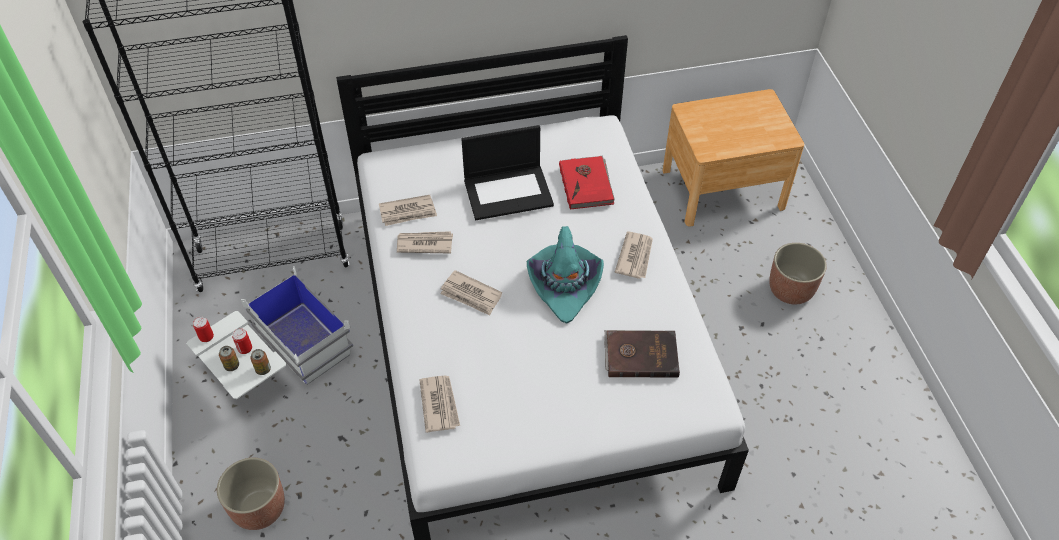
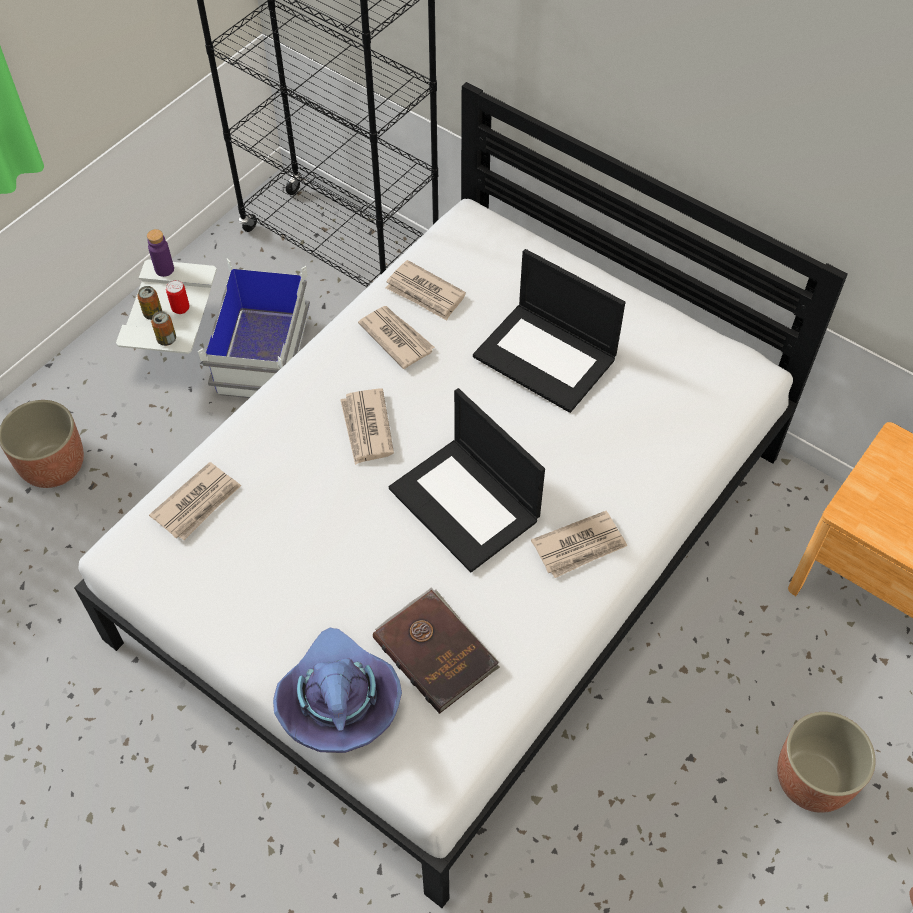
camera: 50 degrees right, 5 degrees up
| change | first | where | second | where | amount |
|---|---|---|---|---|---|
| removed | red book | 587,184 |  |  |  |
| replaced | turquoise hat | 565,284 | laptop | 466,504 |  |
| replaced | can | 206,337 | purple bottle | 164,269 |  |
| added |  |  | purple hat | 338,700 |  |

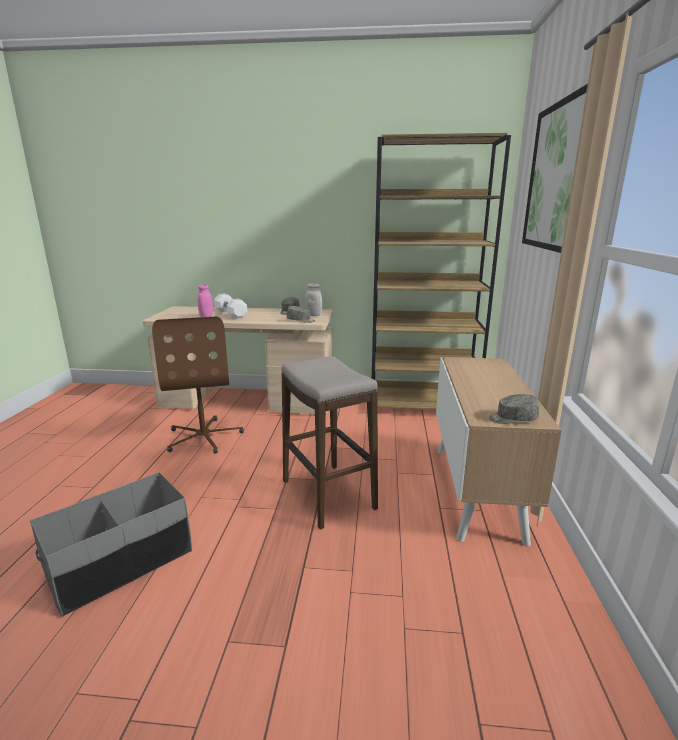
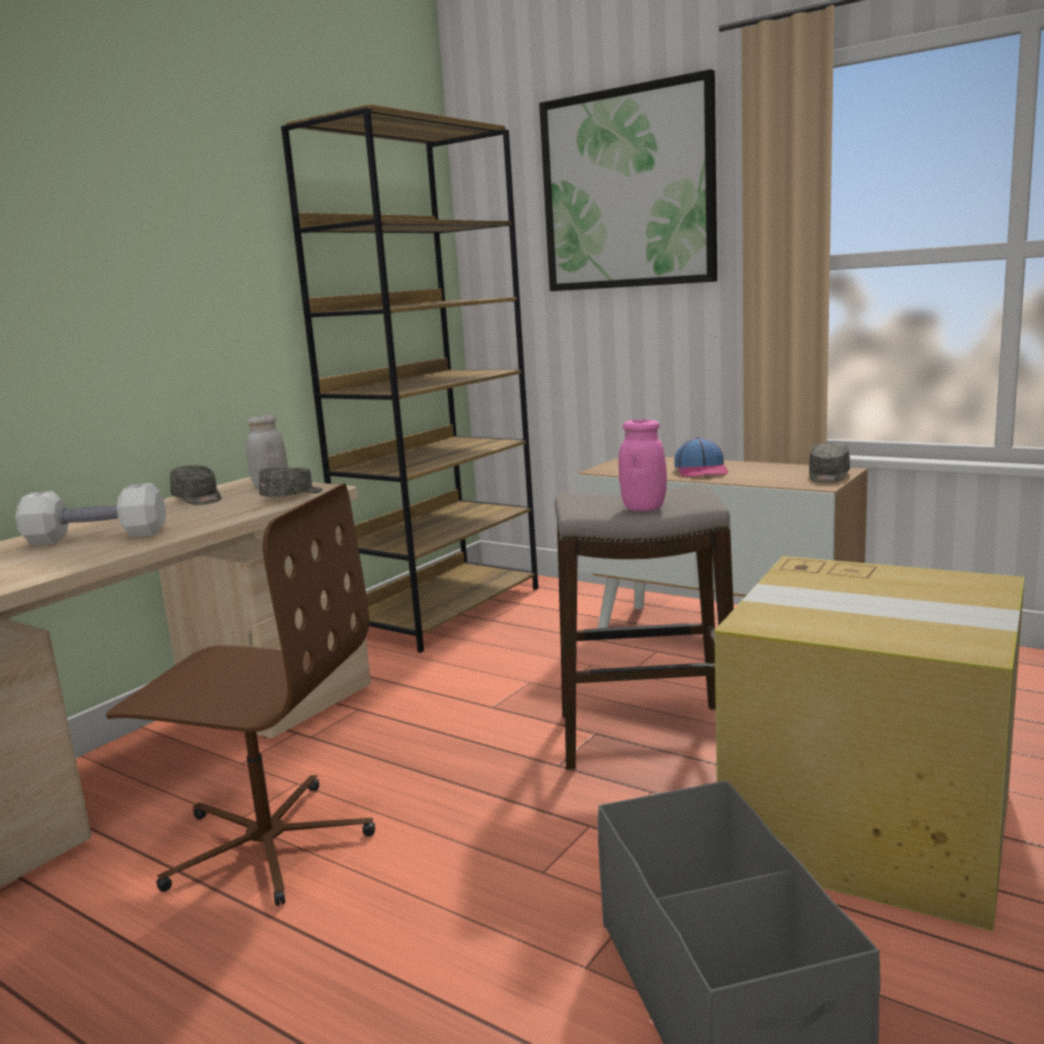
camera: 60 degrees left, 5 degrees down
| change | first | where | second | where | amount |
|---|---|---|---|---|---|
| moved | pink jar | 206,317 |  | 643,508 |  |
| added |  |  | cap | 701,471 |  |
| added |  |  | cardboard box | 873,825 |  |

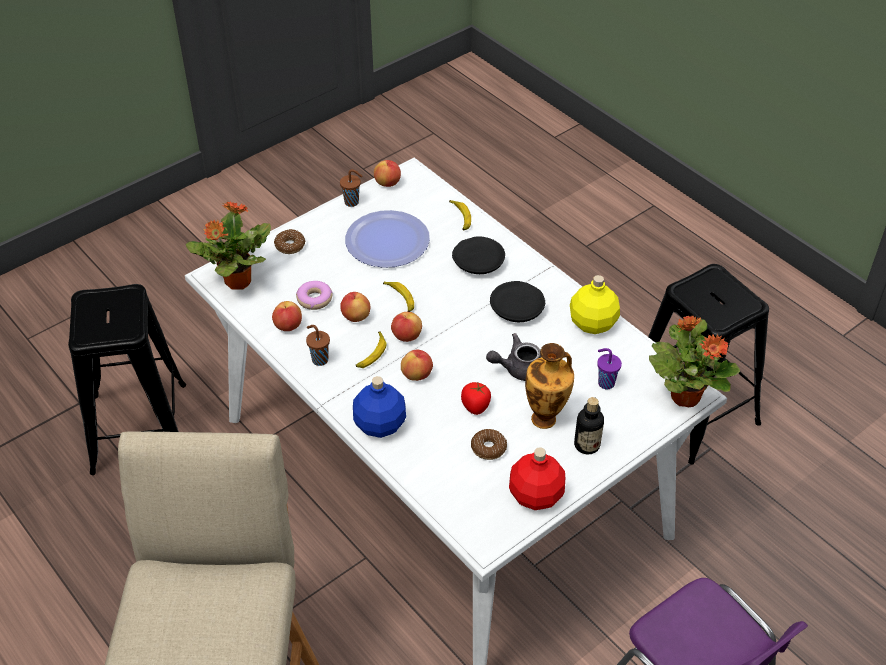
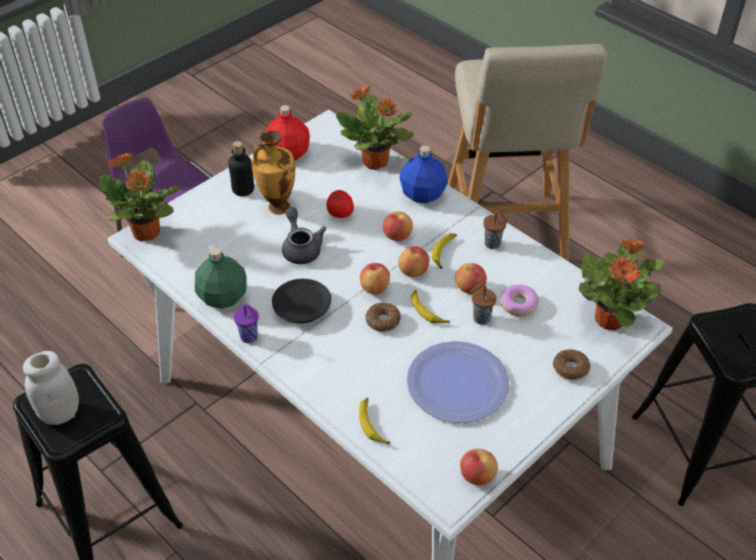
camera: 175 degrees right, 0 degrees up
| change | first | where | second | where | amount |
|---|---|---|---|---|---|
| moved | brown cup | 352,202 |  | 480,318 |  |
| removed | black plate | 478,262 |  |  |  |
| recoloured | yellow bottle | 593,323 | green bottle | 222,297 |  |
| moved | apple | 288,326 |  | 374,288 |  |
| turned | grey teapot | 518,368 |  | 301,248 | 90 degrees counterclockwise |
| moved | purple cup | 605,383 |  | 250,337 |  |
| moved | donut | 488,448 |  | 383,321 |  |
| added |  |  | potted plant | 376,162 |  |
| added |  |  | white jar | 60,413 |  |

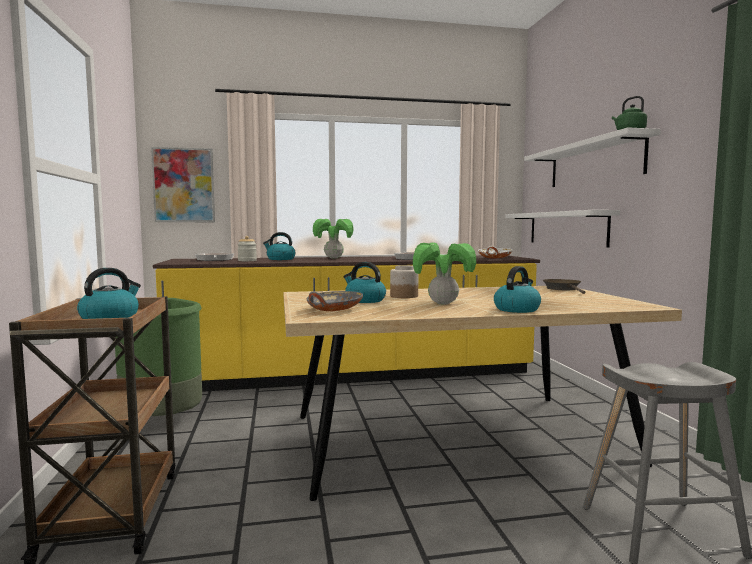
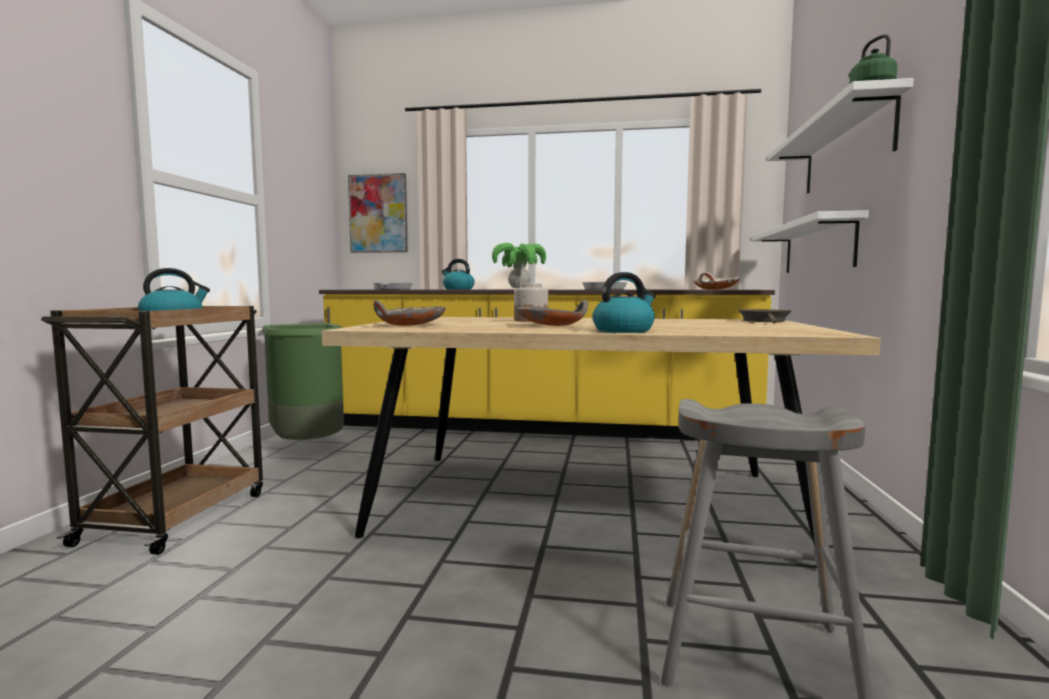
camera: 20 degrees right, 0 degrees up
| change | first | where | second | where | amount |
|---|---|---|---|---|---|
| removed | jar | 247,260 |  |  |  |
| replaced | potted plant | 443,303 | grey bowl | 552,325 |  |
| removed | kettle | 364,300 |  |  |  |

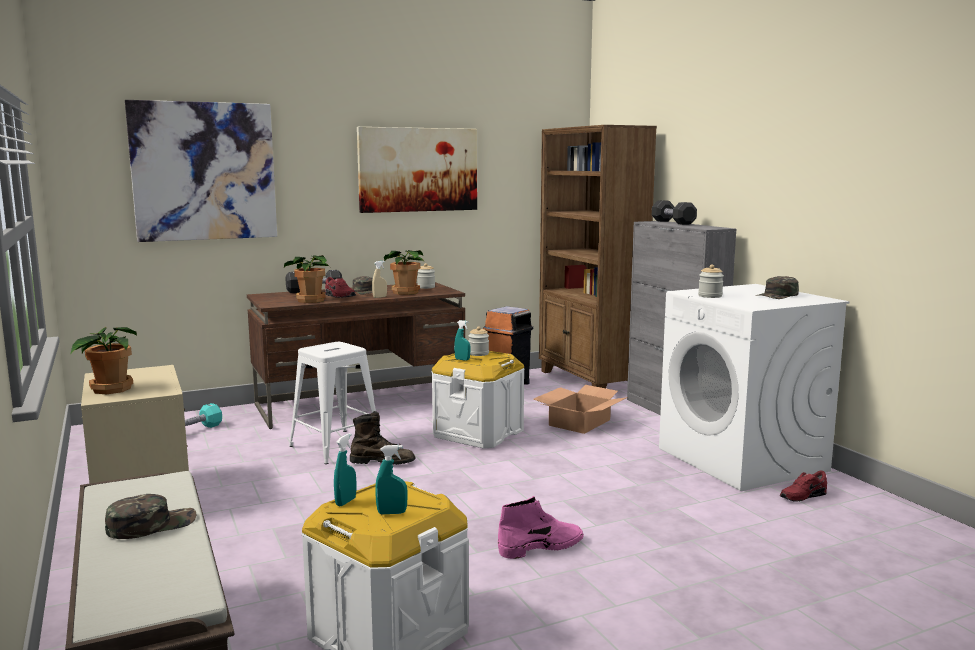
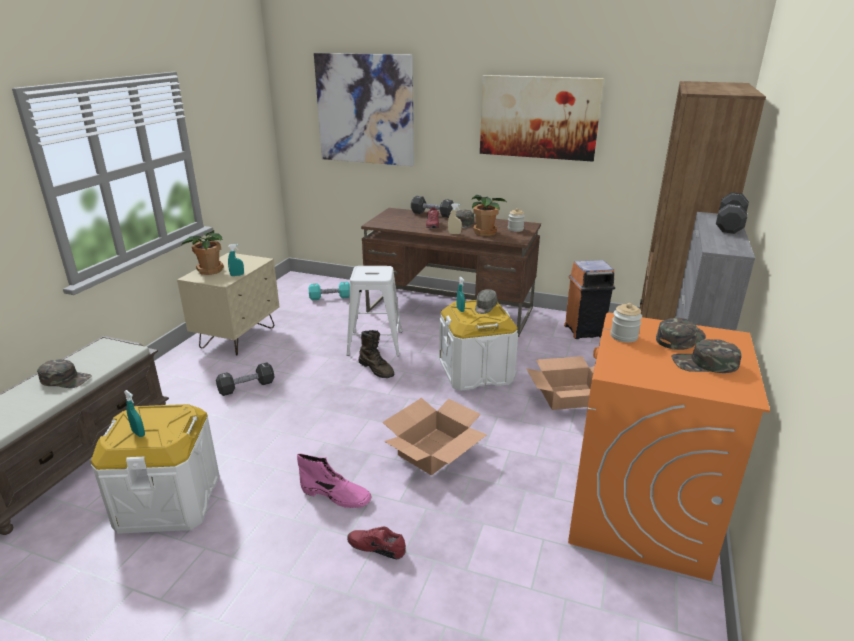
camera: 45 degrees right, 15 degrees up
| change | first | where | second | where | amount |
|---|---|---|---|---|---|
| removed | potted plant | 310,300 |  |  |  |
| recoloured | white washing machine | 743,460 | orange washing machine | 640,513 |  |
| replaced | jar | 478,354 | grey cap | 485,307 |  |
| moved | turquoise spray bottle | 345,502 |  | 237,275 |  |
| moved | red shoe | 802,496 |  | 377,547 |  |
| added |  |  | green cap | 679,338 |  |
| added |  |  | black dumbbell | 246,387 |  |
| added |  |  | cardboard box | 434,451 |  |

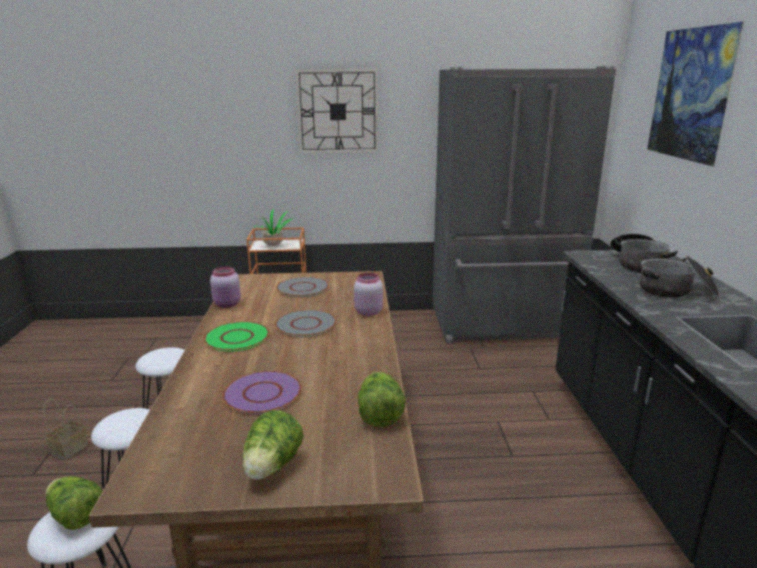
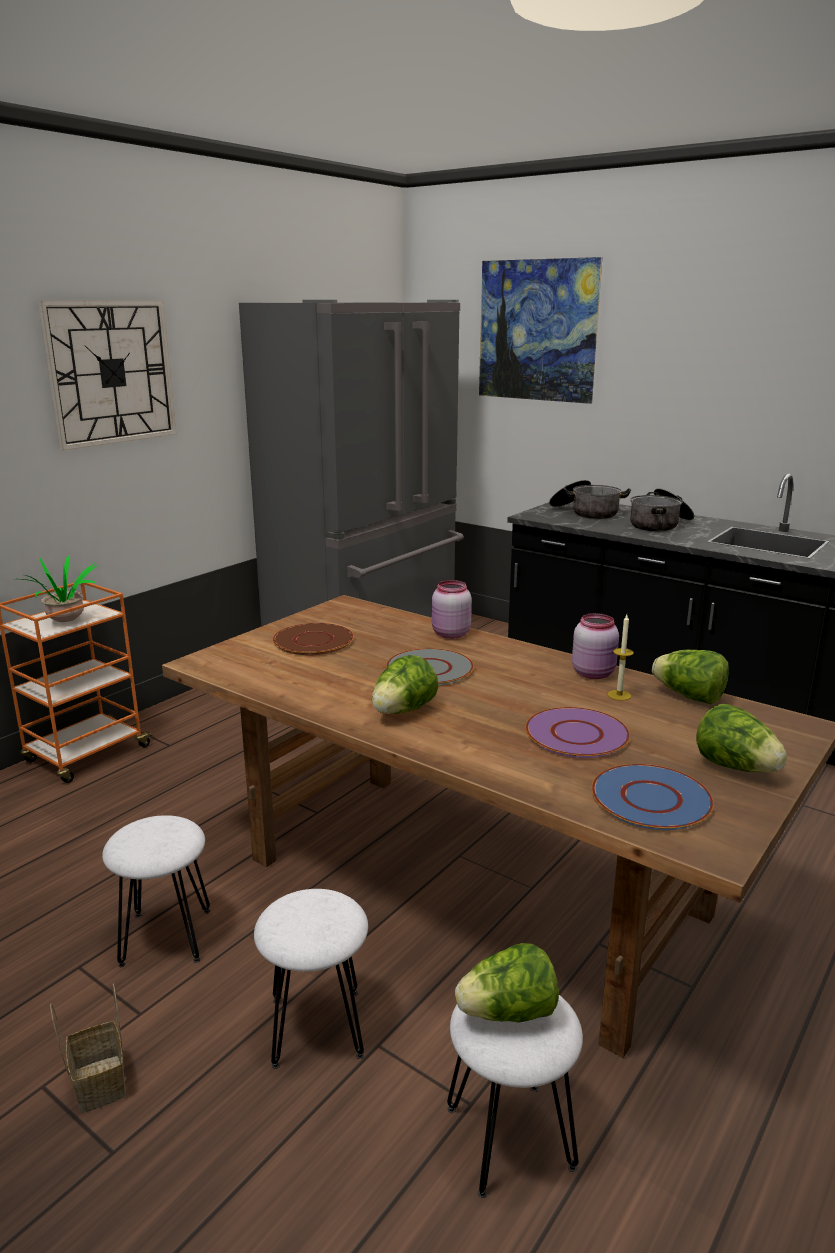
camera: 50 degrees left, 0 degrees up
| change | first | where | second | where | amount |
|---|---|---|---|---|---|
| moved | pink jar | 228,304 |  | 594,673 |  |
| recoloured | grey plate | 303,288 | brown plate | 313,640 |  |
| replaced | green plate | 237,338 | lettuce | 403,711 |  |
| added |  |  | candle | 619,695 |  |
| added |  |  | blue plate | 651,799 |  |

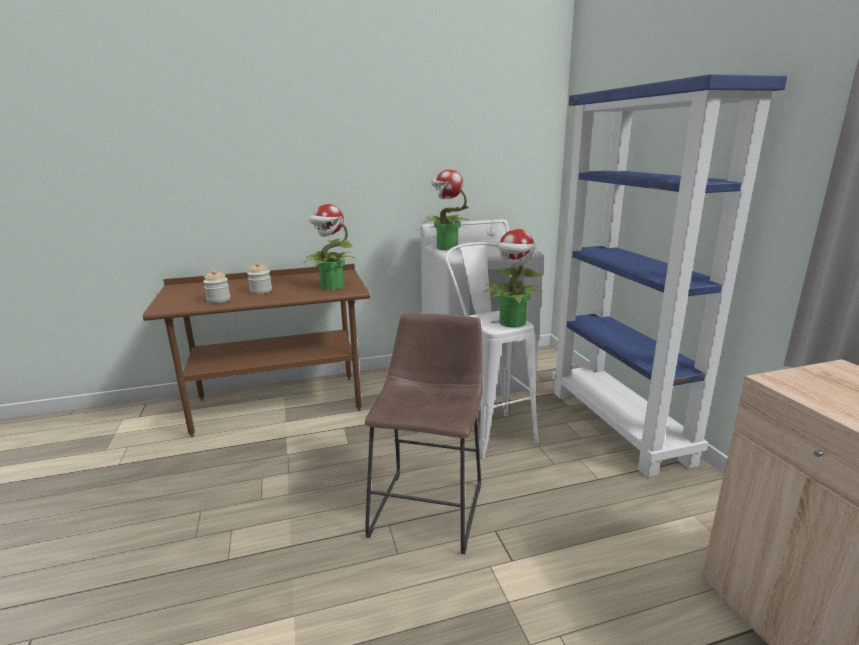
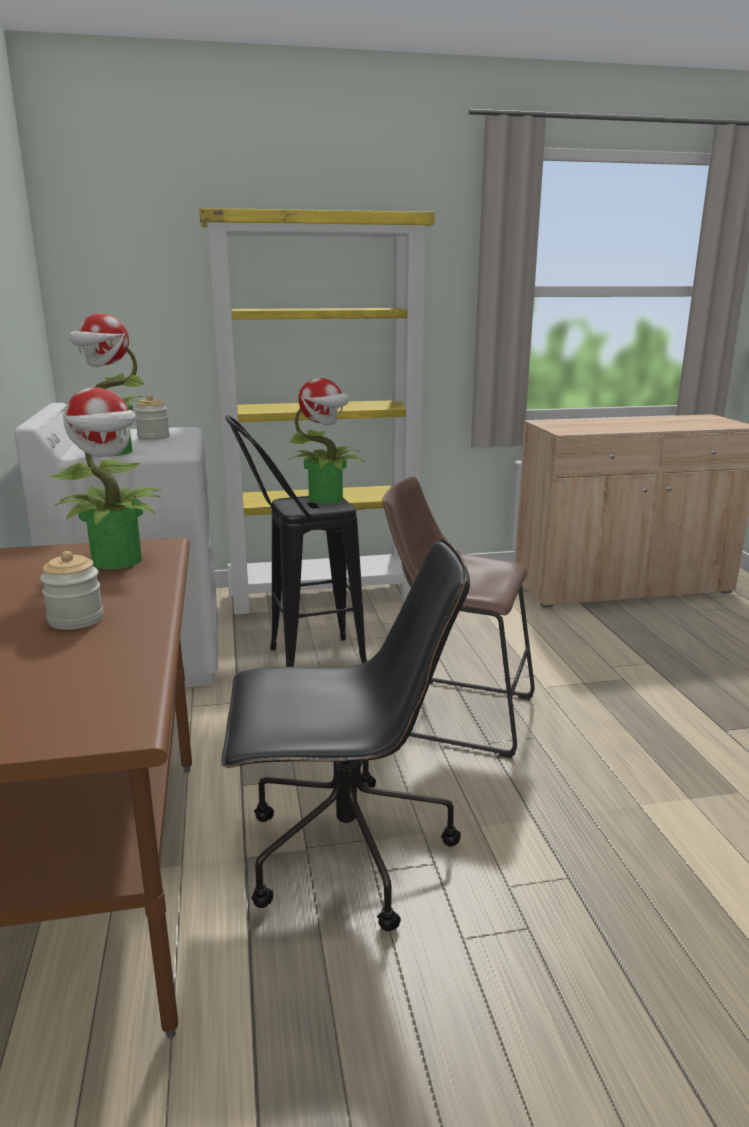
camera: 85 degrees left, 0 degrees up
| change | first | where | second | where | amount |
|---|---|---|---|---|---|
| recoloured | blue bookcase | 619,425 | yellow bookcase | 325,595 |  |
| recoloured | white stool | 488,428 | black stool | 300,663 |  |
| moved | jar | 218,300 |  | 153,437 |  |
| added |  |  | black office chair | 343,853 |  |

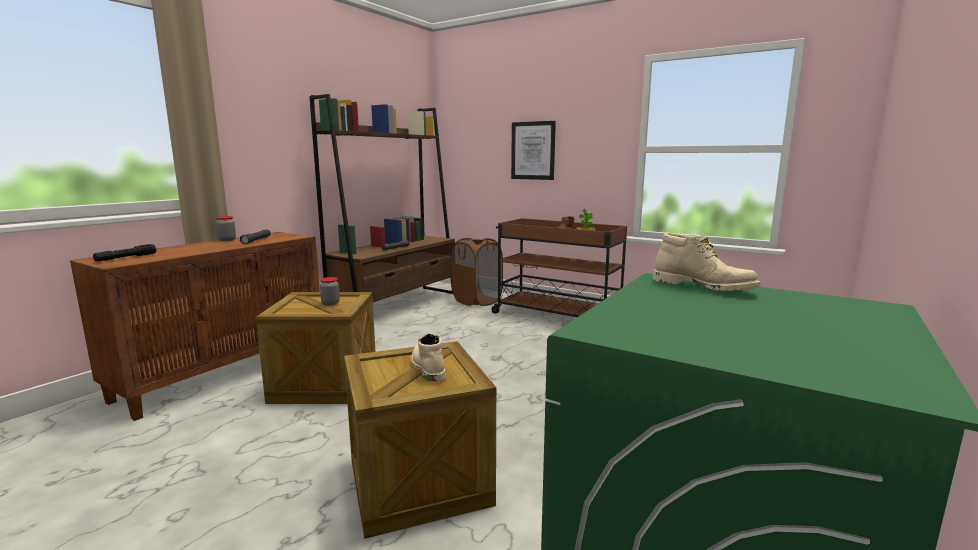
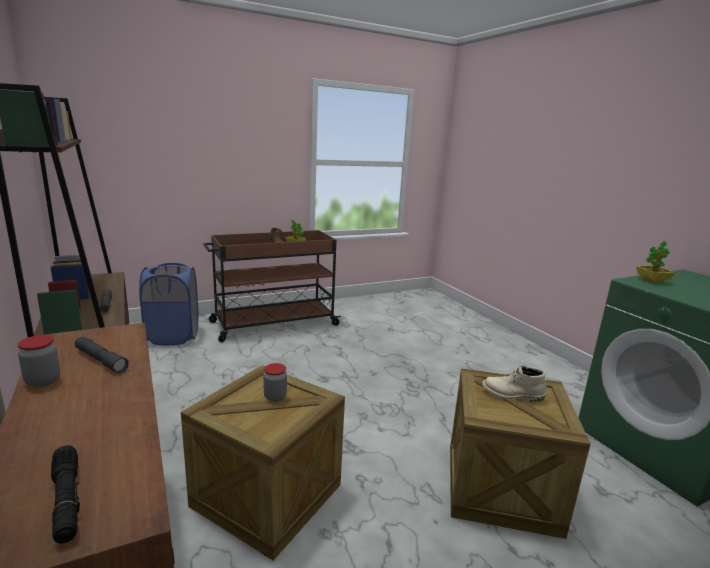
camera: 60 degrees left, 5 degrees up
| change | first | where | second | where | amount |
|---|---|---|---|---|---|
| removed | picture | 533,150 |  |  |  |
| replaced | beige boot | 703,287 | potted plant | 652,280 |  |
| recoloured | brown laundry basket | 477,301 | blue laundry basket | 173,336 |  |

